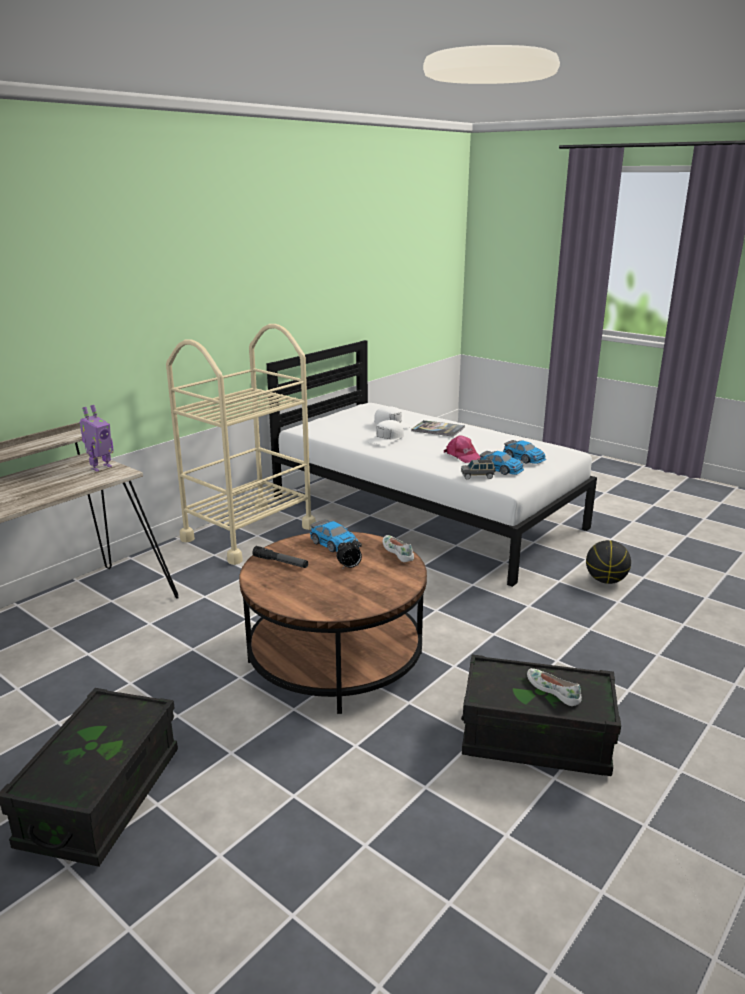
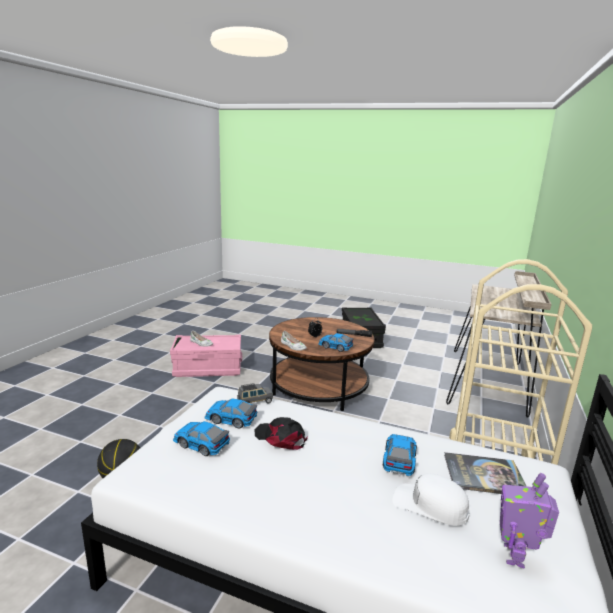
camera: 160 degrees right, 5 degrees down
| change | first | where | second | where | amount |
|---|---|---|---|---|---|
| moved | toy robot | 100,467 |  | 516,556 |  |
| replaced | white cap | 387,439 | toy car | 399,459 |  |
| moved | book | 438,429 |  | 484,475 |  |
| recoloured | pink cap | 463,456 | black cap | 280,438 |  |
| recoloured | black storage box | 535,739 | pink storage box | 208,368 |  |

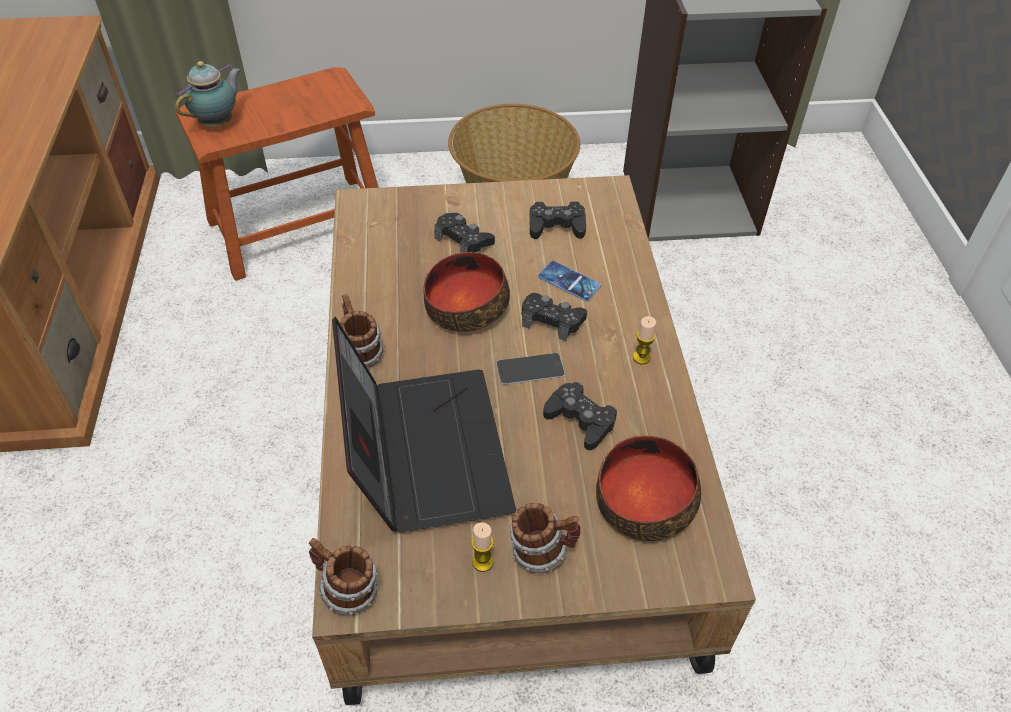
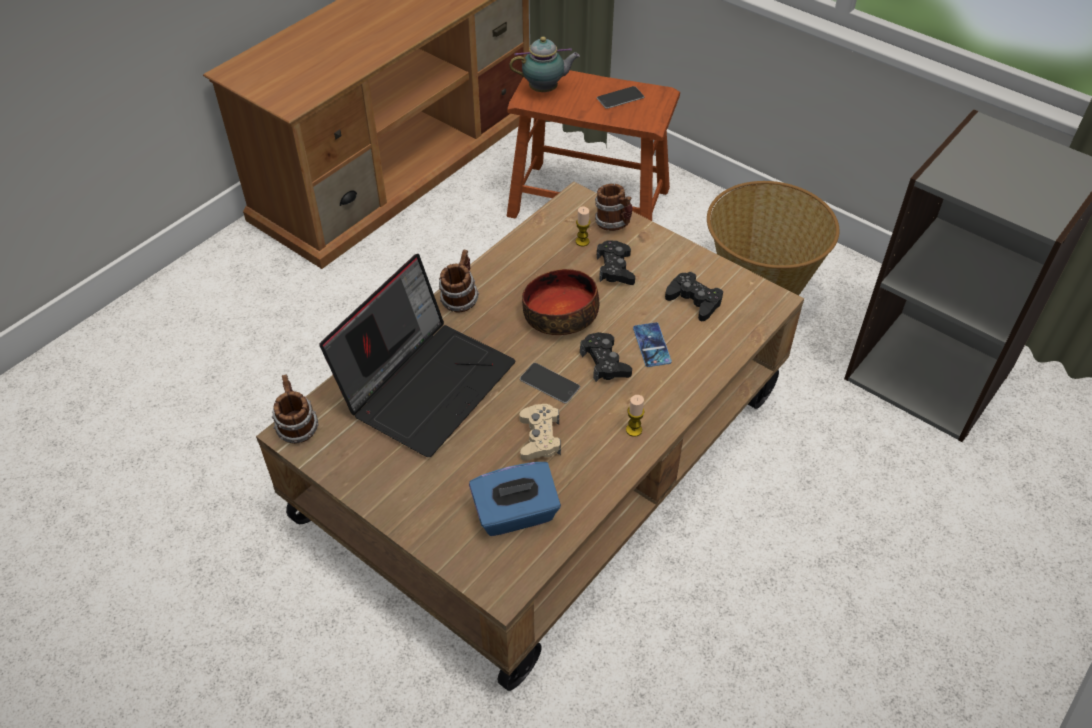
camera: 45 degrees right, 0 degrees up
| change | first | where | second | where | amount |
|---|---|---|---|---|---|
| recoloured | black game controller | 580,420 | beige game controller | 539,437 |  |
| replaced | bowl | 644,500 | blue tissue box | 516,514 |  |
| moved | mug | 542,552 |  | 614,224 |  |
| moved | candle | 482,562 |  | 582,241 |  |
| added |  |  | phone | 620,98 |  |

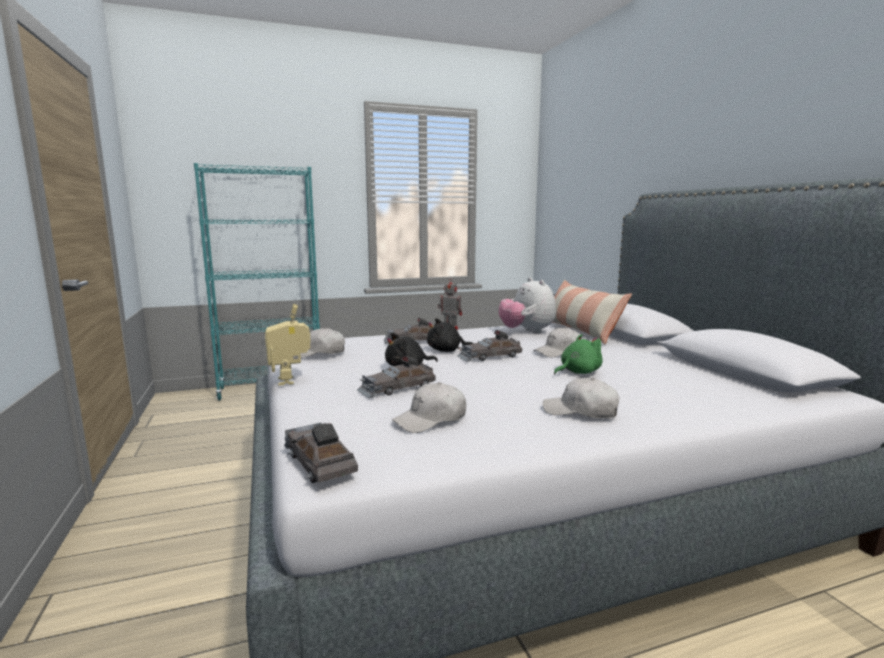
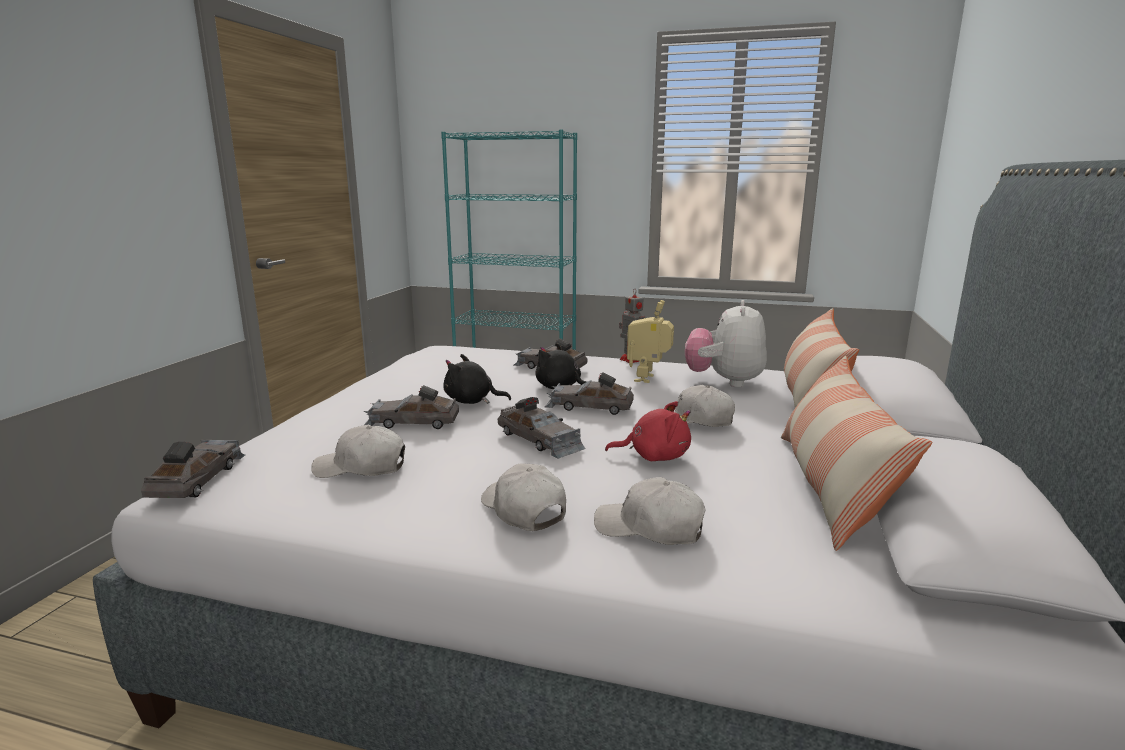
camera: 35 degrees right, 5 degrees up
| change | first | where | second | where | amount |
|---|---|---|---|---|---|
| moved | toy robot | 291,380 |  | 648,379 |  |
| moved | white cap | 319,353 |  | 650,528 |  |
| recoloured | green plush toy | 578,372 | red plush toy | 654,456 |  |
| added |  |  | pillow | 831,486 |  |
| added |  |  | grey toy car | 539,440 |  |

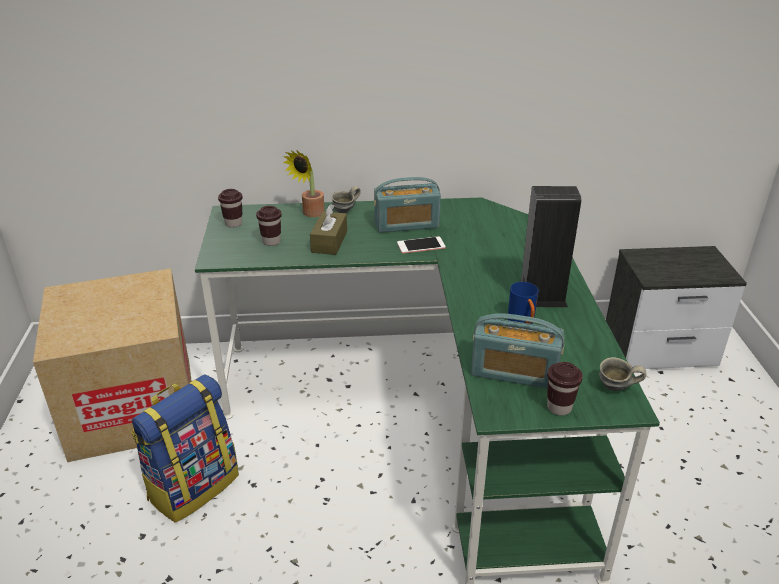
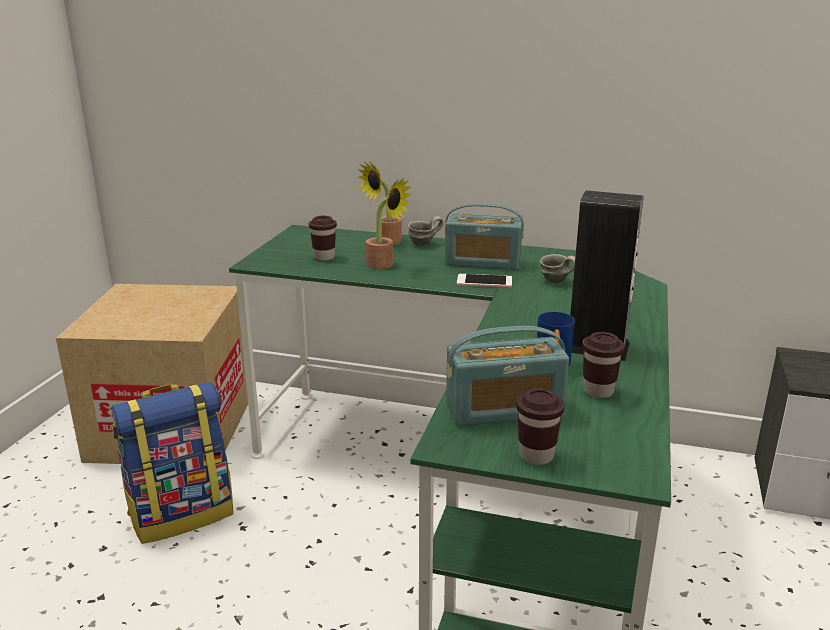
camera: 20 degrees right, 10 degrees down
| change | first | where | second | where | amount |
|---|---|---|---|---|---|
| moved | brown cup | 233,224 |  | 598,392 |  |
| replaced | brown tissue box | 329,242 | potted plant | 384,265 |  |
| turned | radio | 514,372 |  | 504,410 | 45 degrees counterclockwise |
| moved | grey mug | 616,389 |  | 555,282 |  |

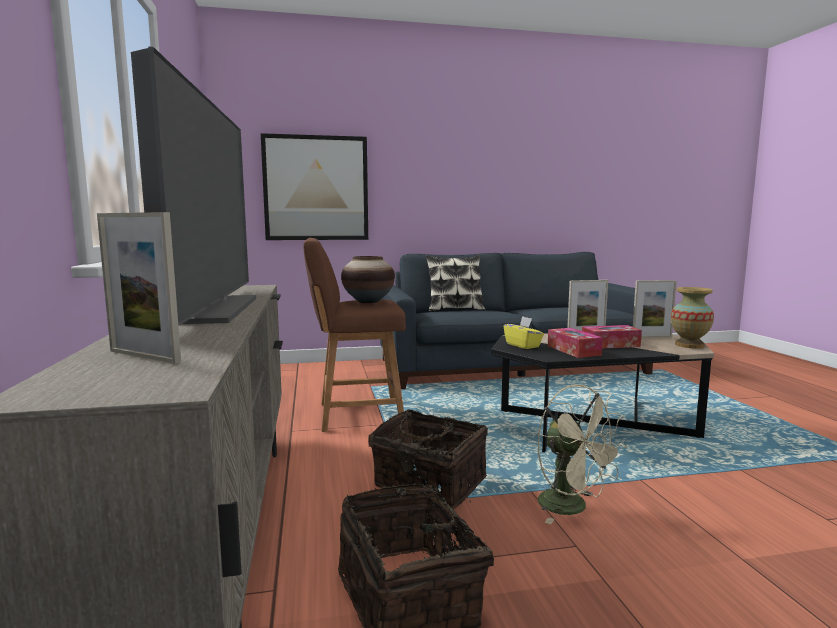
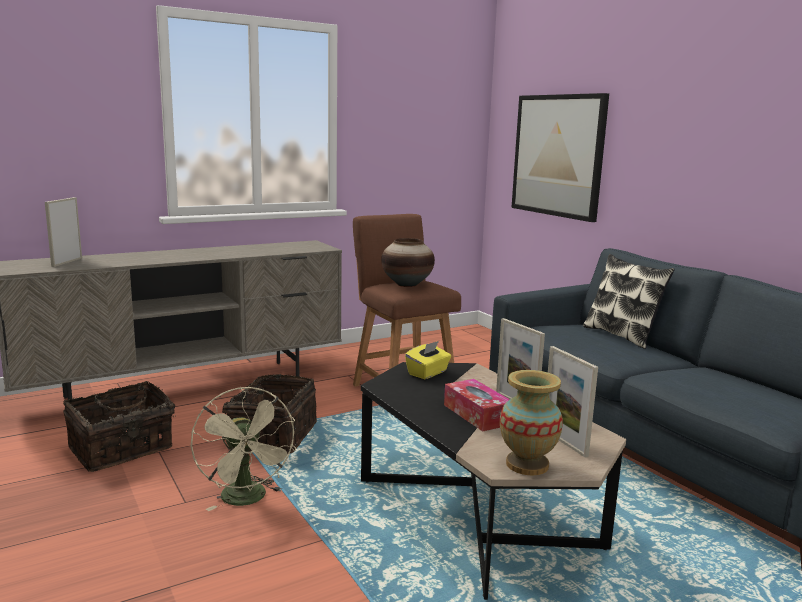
camera: 70 degrees right, 5 degrees up
| change | first | where | second | where | amount |
|---|---|---|---|---|---|
| removed | television | 206,309 |  |  |  |
| removed | tissue box | 573,350 |  |  |  |
| turned | beige fan | 572,508 |  | 247,500 | 60 degrees counterclockwise |

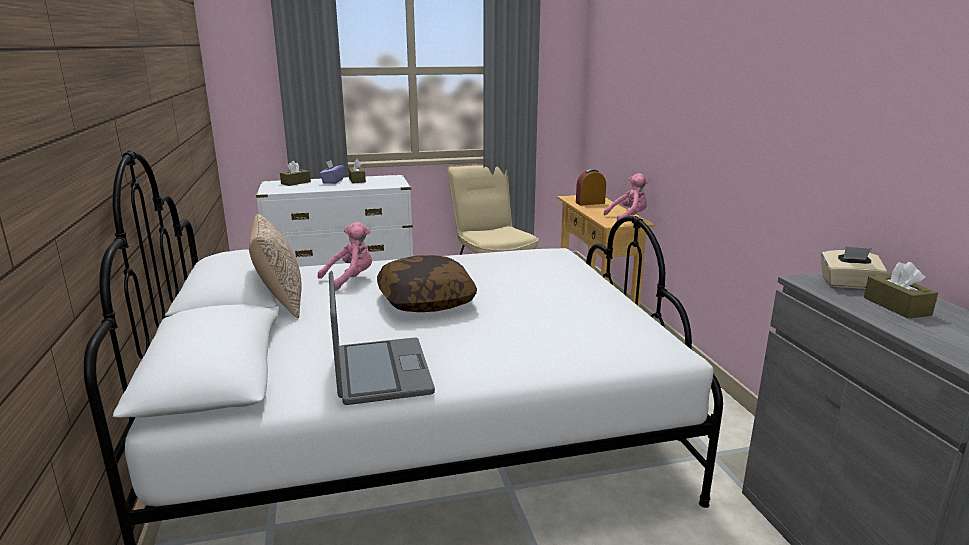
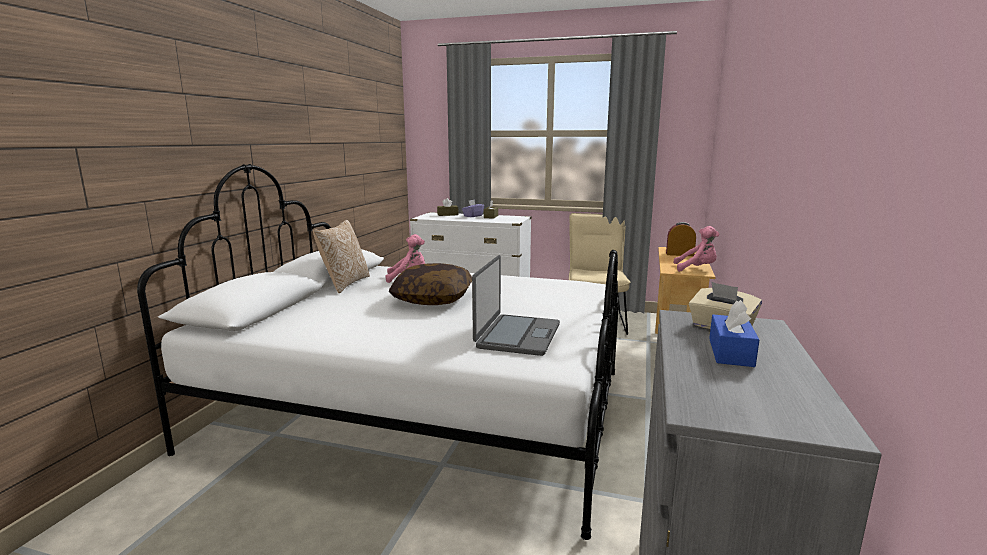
camera: 30 degrees right, 5 degrees down
| change | first | where | second | where | amount |
|---|---|---|---|---|---|
| recoloured | brown tissue box | 896,306 | blue tissue box | 730,352 |  |
| moved | laptop | 380,372 |  | 517,335 |  |

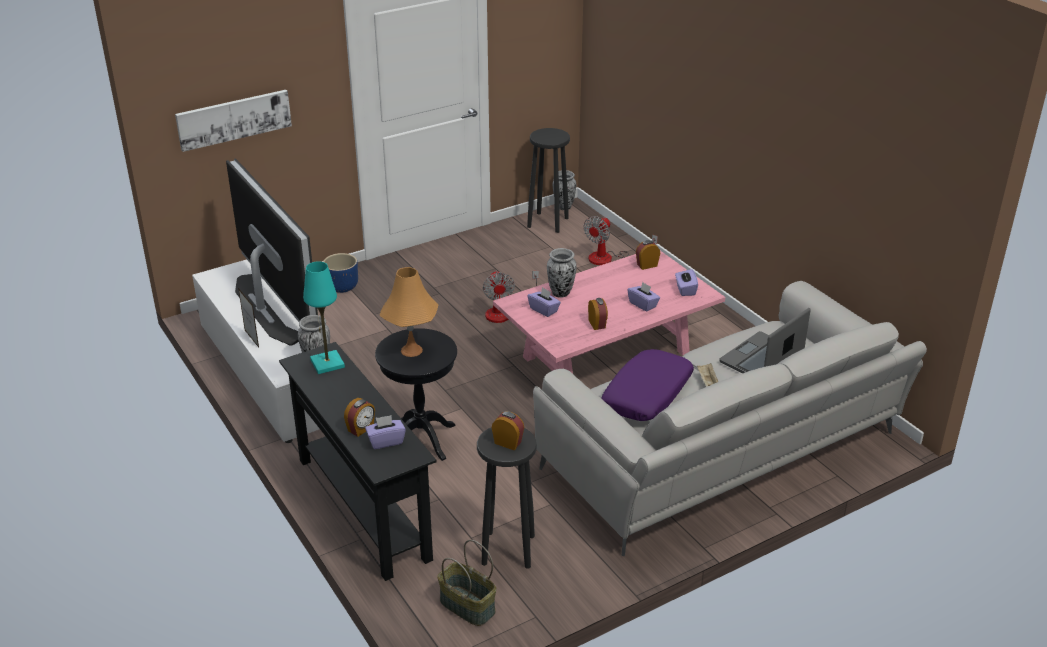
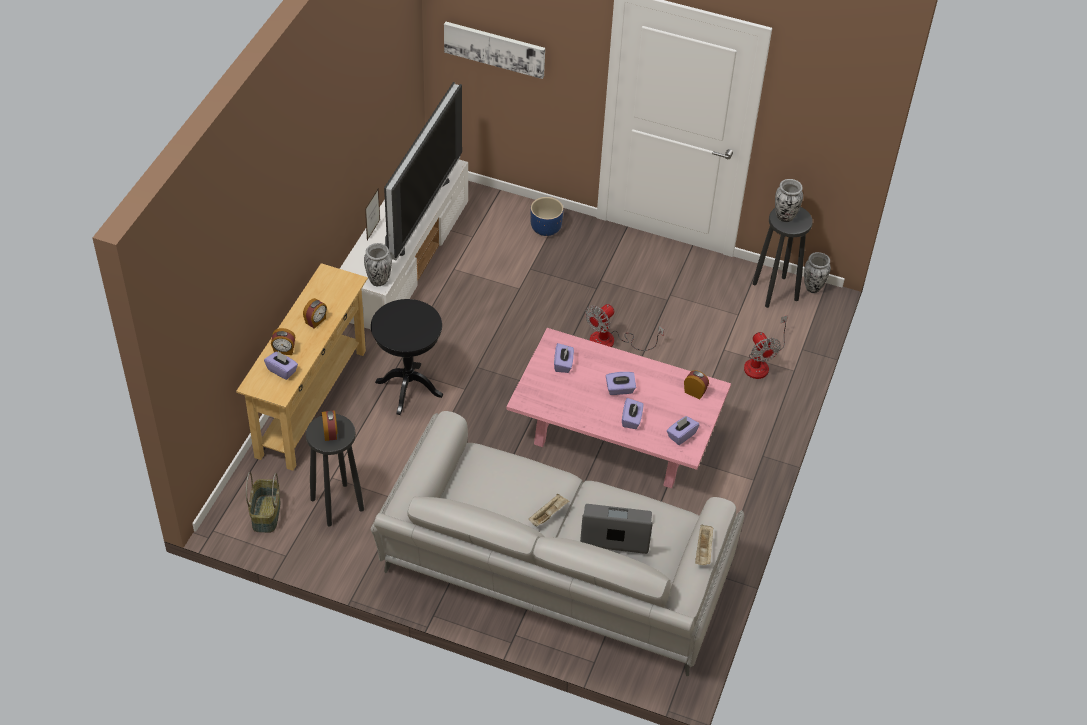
camera: 50 degrees right, 15 degrees up
| change | first | where | second | where | amount |
|---|---|---|---|---|---|
| turned | fan | 609,258 |  | 761,363 | 105 degrees counterclockwise |
| moved | vase | 561,293 |  | 785,217 |  |
| removed | turquoise table lamp | 327,363 |  |  |  |
| removed | orange table lamp | 411,350 |  |  |  |
| moved | alarm clock | 597,324 |  | 316,321 |  |
| recoloured | black console table | 362,508 | beige console table | 311,402 |  |
| removed | purple pillow | 647,395 |  |  |  |
| added |  |  | purple tissue box | 620,389 |  |
| added |  |  | beige tray | 703,550 |  |

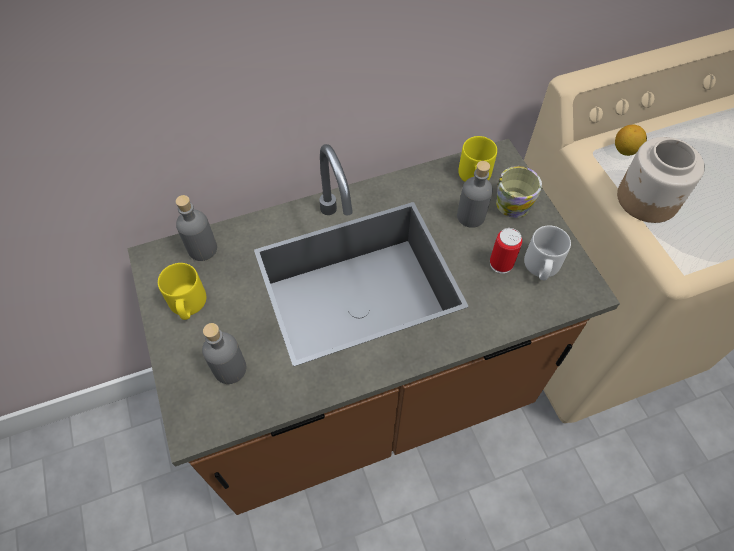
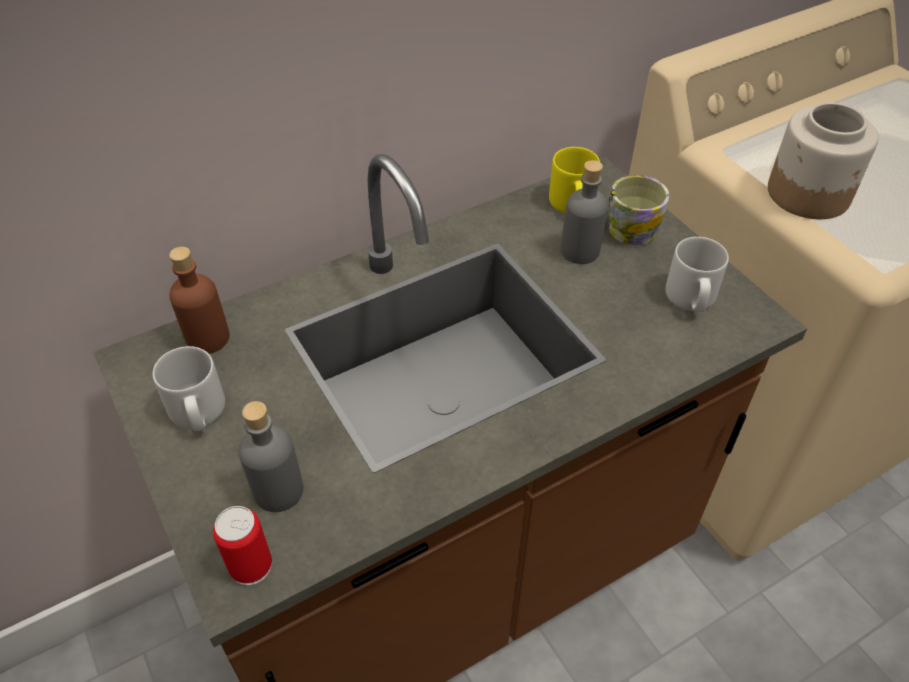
camera: 10 degrees left, 10 degrees down
| change | first | where | second | where | amount |
|---|---|---|---|---|---|
| removed | lemon | 625,150 |  |  |  |
| recoloured | grey bottle | 202,249 | brown bottle | 207,338 |  |
| moved | can | 501,264 |  | 251,566 |  |
| recoloured | yellow mug | 188,305 | grey mug | 198,413 |  |

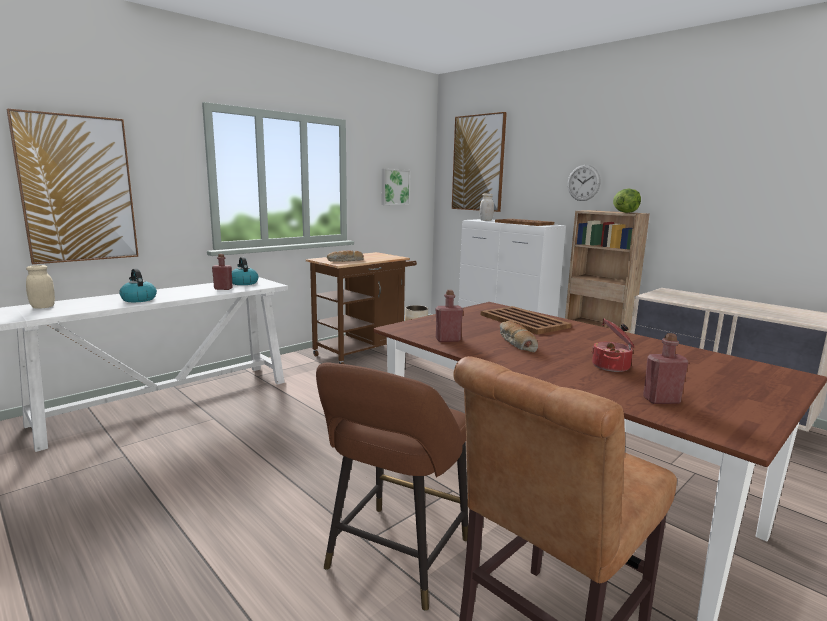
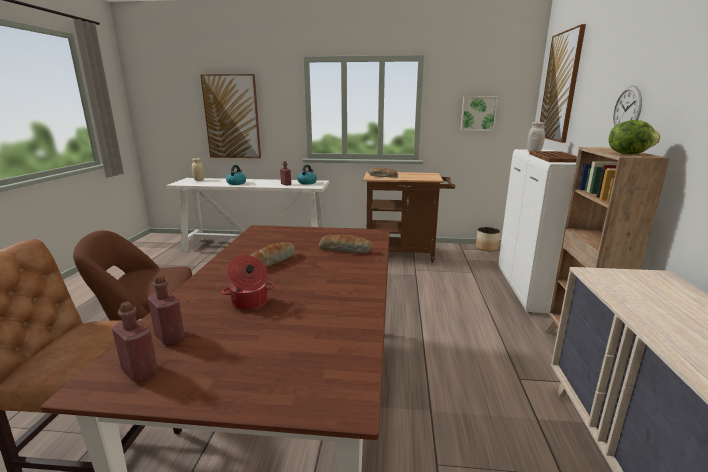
camera: 50 degrees right, 5 degrees up
| change | first | where | second | where | amount |
|---|---|---|---|---|---|
| moved | red bottle | 448,340 |  | 140,371 |  |
| replaced | brown tray | 523,321 | bread | 346,250 |  |

